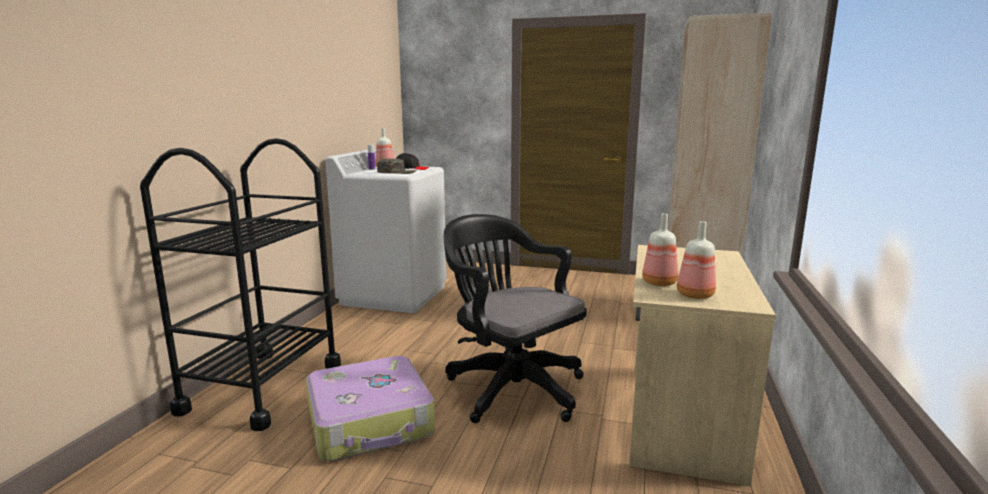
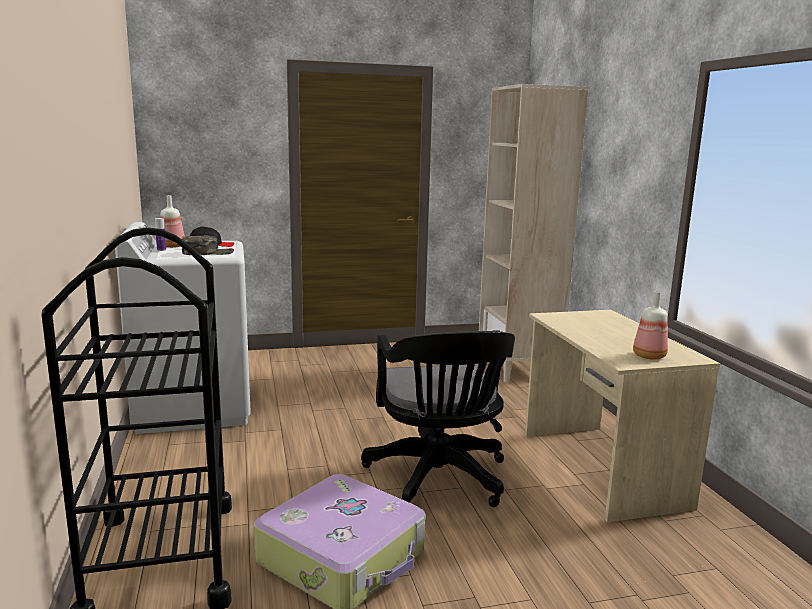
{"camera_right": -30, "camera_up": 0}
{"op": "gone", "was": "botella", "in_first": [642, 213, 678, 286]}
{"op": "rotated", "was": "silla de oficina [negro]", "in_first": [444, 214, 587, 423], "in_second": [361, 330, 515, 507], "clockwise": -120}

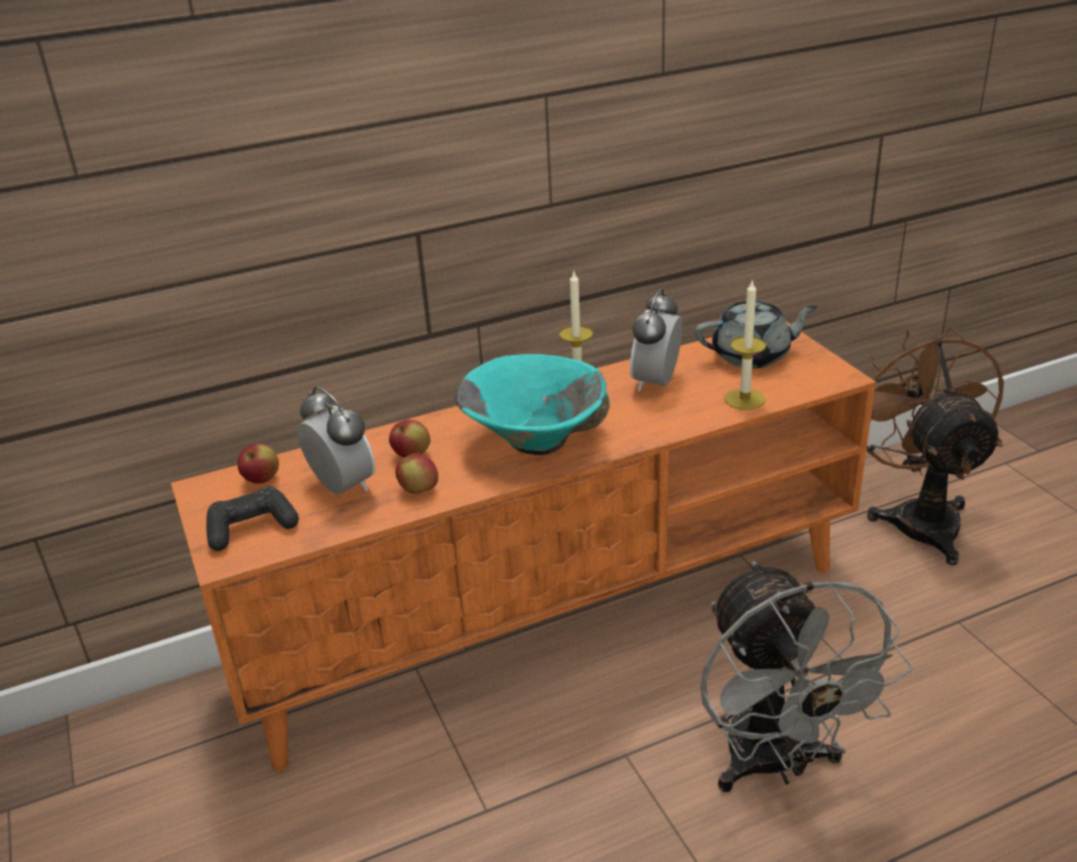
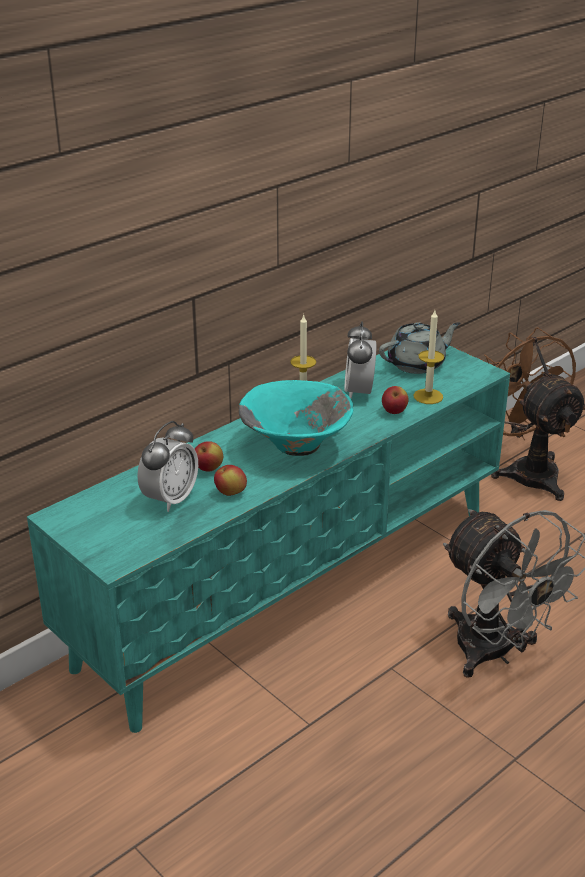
{"camera_right": -20, "camera_up": 0}
{"op": "repainted", "was": "mueble de televisión [naranja]", "now": "mueble de televisión [turquesa]", "in_first": [171, 321, 876, 772], "in_second": [27, 345, 510, 733]}
{"op": "rotated", "was": "despertador", "in_first": [297, 387, 375, 494], "in_second": [137, 421, 198, 512], "clockwise": 90}
{"op": "shifted", "was": "manzana", "in_first": [237, 444, 279, 484], "in_second": [382, 386, 409, 414]}
{"op": "gone", "was": "mando de consola [negro]", "in_first": [206, 486, 299, 551]}

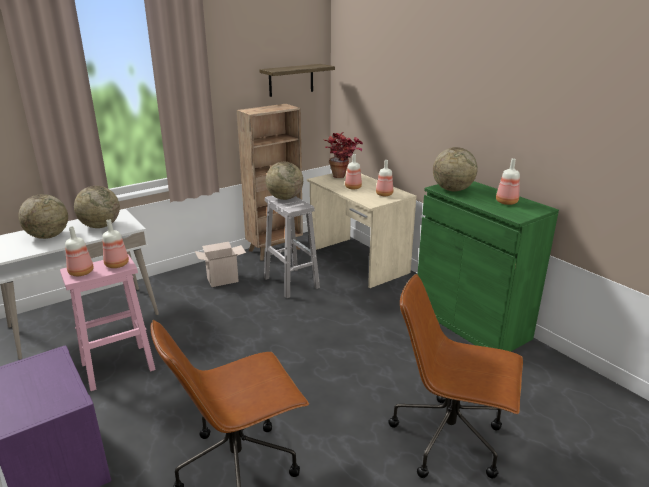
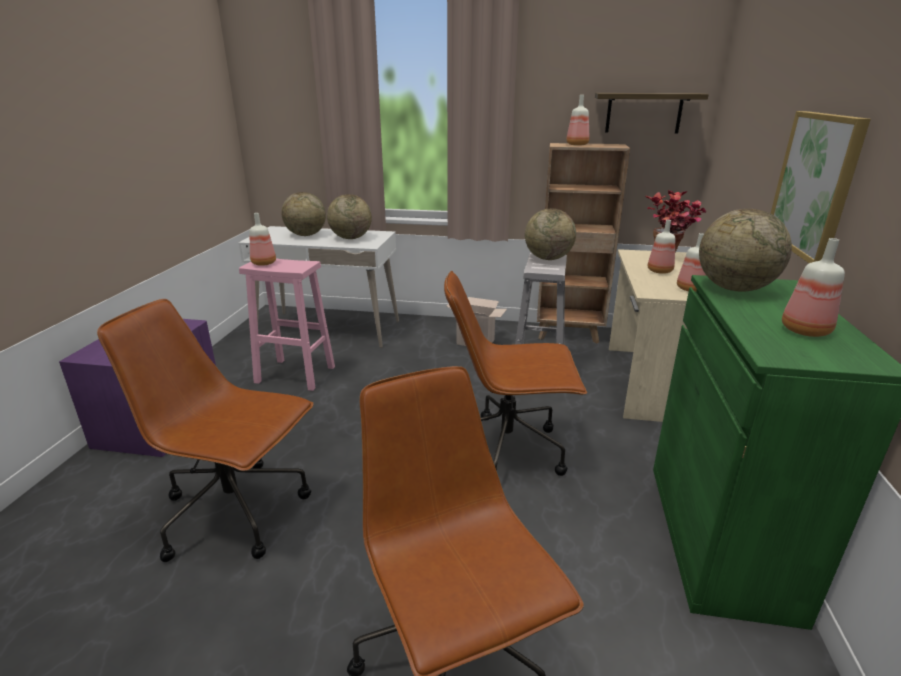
{"camera_right": 45, "camera_up": 0}
{"op": "shifted", "was": "botella", "in_first": [102, 220, 129, 268], "in_second": [566, 95, 589, 146]}
{"op": "new", "now": "cuadro", "in_second": [770, 111, 871, 263]}
{"op": "new", "now": "silla de oficina [marrón]", "in_second": [444, 271, 587, 476]}

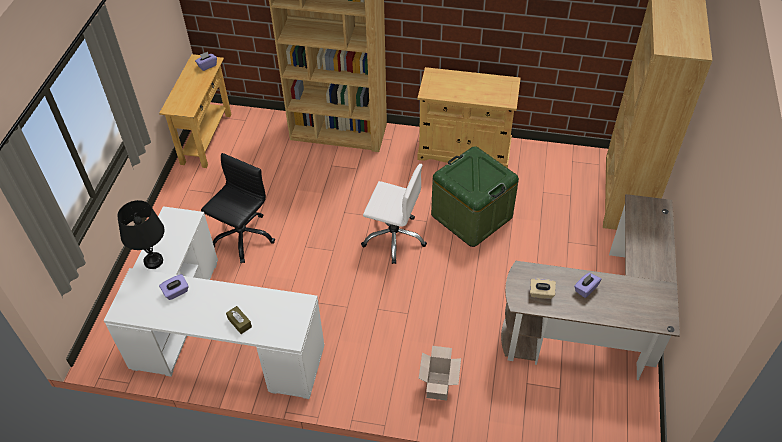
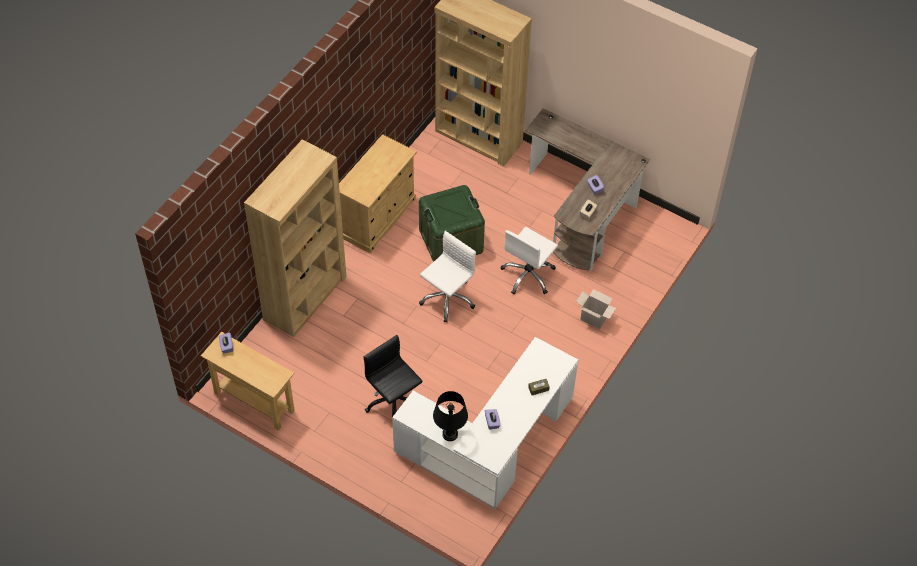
{"camera_right": -70, "camera_up": 5}
{"op": "new", "now": "silla de oficina [blanco]", "in_second": [501, 227, 558, 294]}

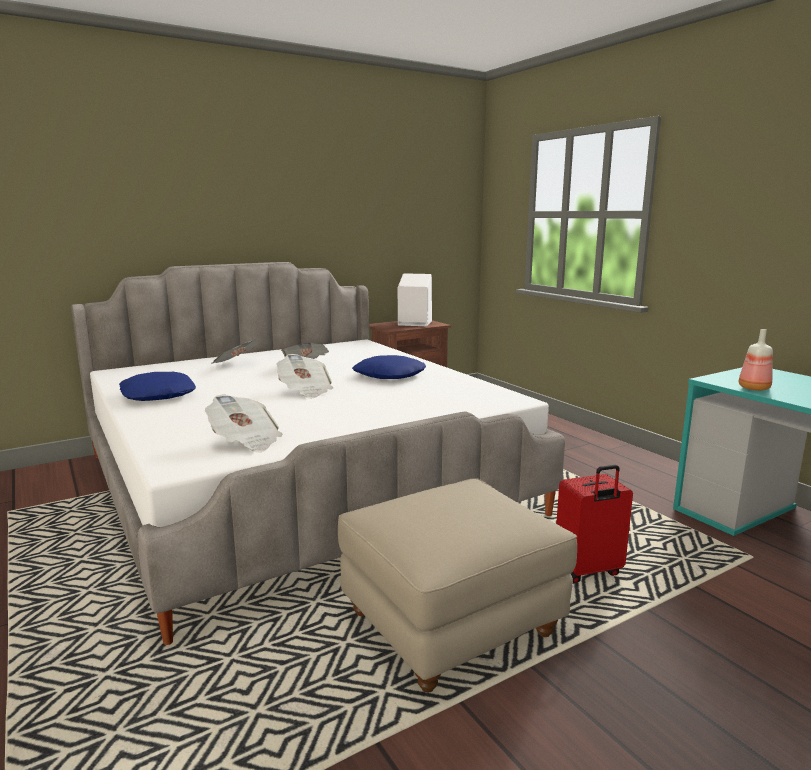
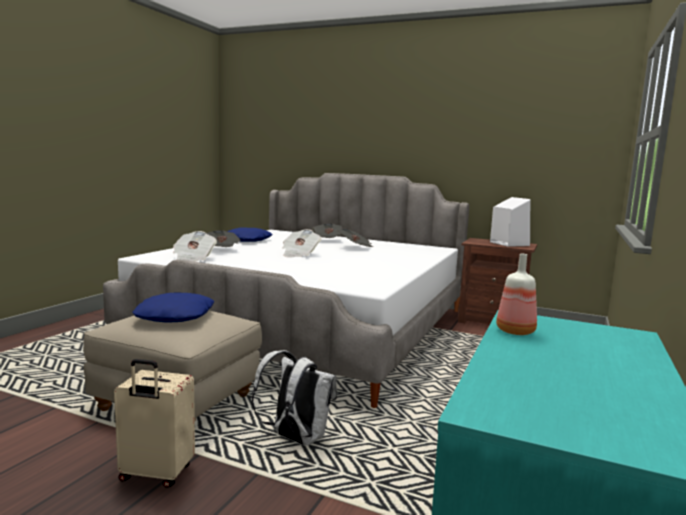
{"camera_right": 55, "camera_up": -5}
{"op": "shifted", "was": "cojín [azul]", "in_first": [352, 355, 426, 379], "in_second": [132, 293, 214, 323]}
{"op": "swapped", "was": "maleta [rojo]", "now": "mochila [blanco]", "in_first": [556, 465, 633, 583], "in_second": [252, 350, 337, 446]}
{"op": "new", "now": "periódico", "in_second": [206, 230, 241, 247]}
{"op": "new", "now": "maleta [beis]", "in_second": [114, 359, 195, 488]}

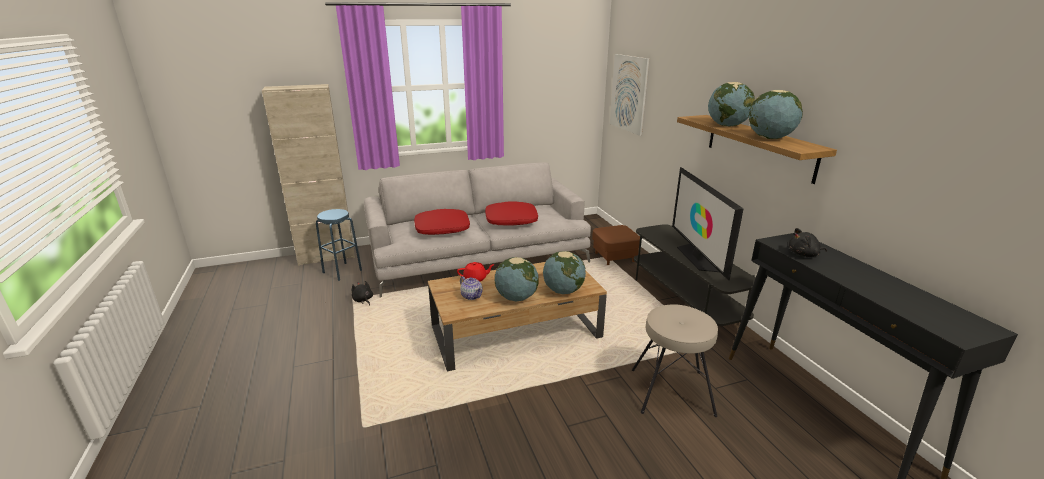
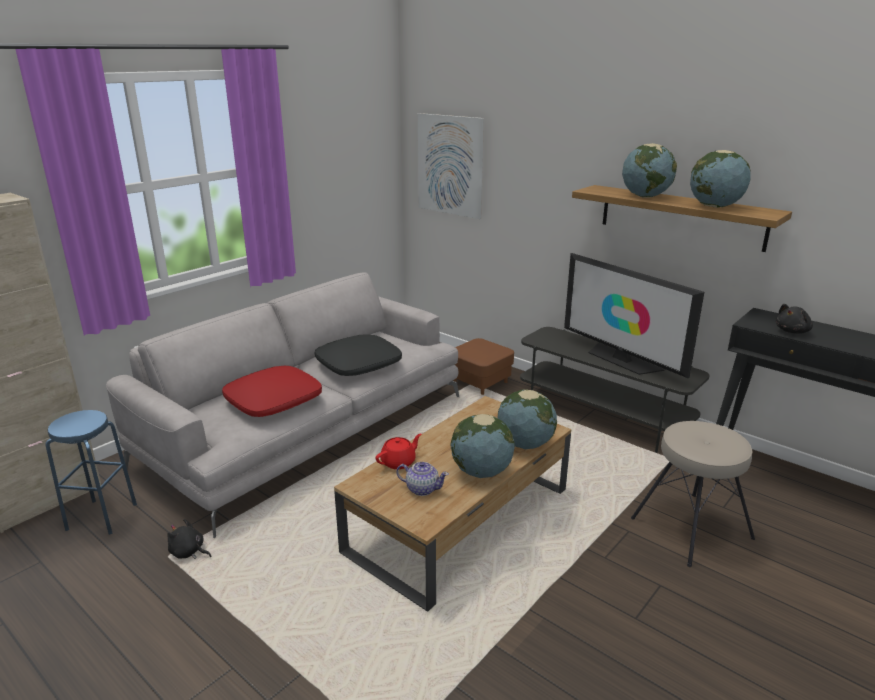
{"camera_right": -30, "camera_up": 0}
{"op": "repainted", "was": "cojín [rojo]", "now": "cojín [negro]", "in_first": [485, 201, 538, 226], "in_second": [315, 334, 402, 376]}

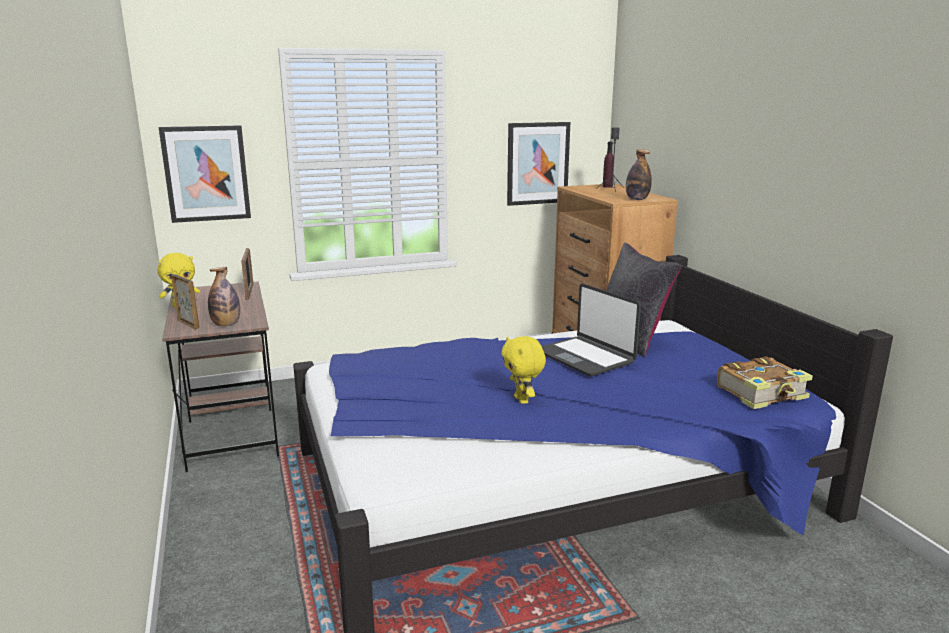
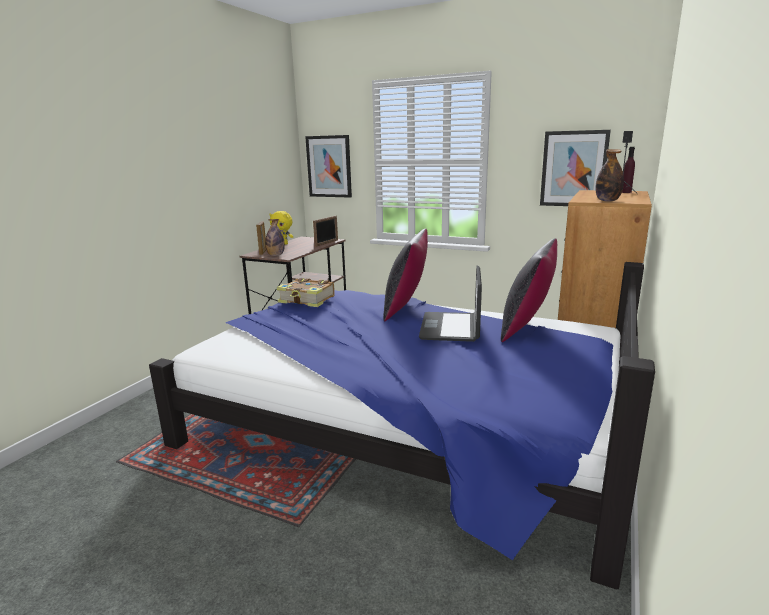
{"camera_right": 45, "camera_up": 0}
{"op": "gone", "was": "peluche [amarillo]", "in_first": [501, 336, 546, 404]}
{"op": "shifted", "was": "libro", "in_first": [717, 357, 813, 409], "in_second": [276, 278, 335, 307]}
{"op": "new", "now": "cojín [negro]", "in_second": [383, 228, 428, 321]}

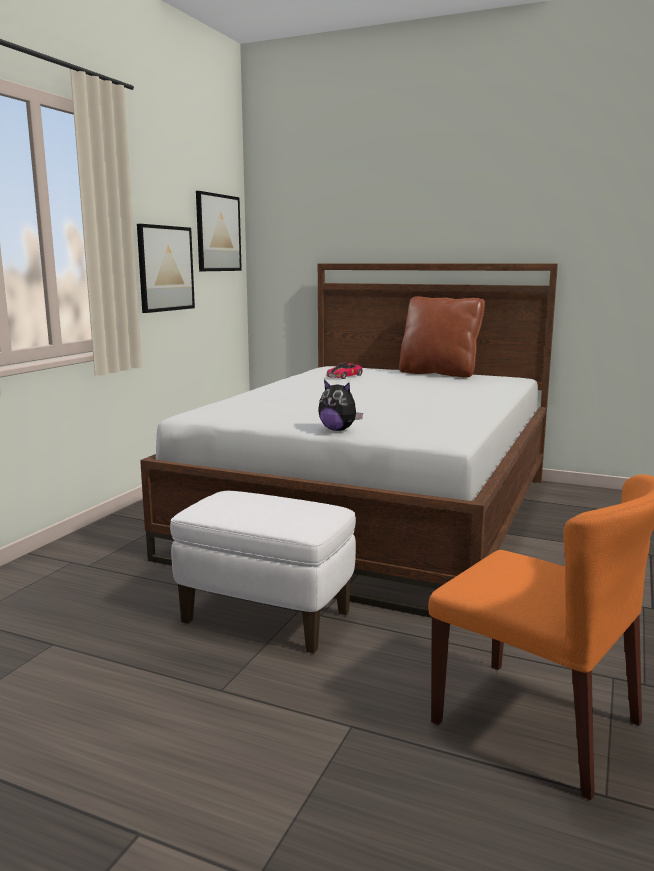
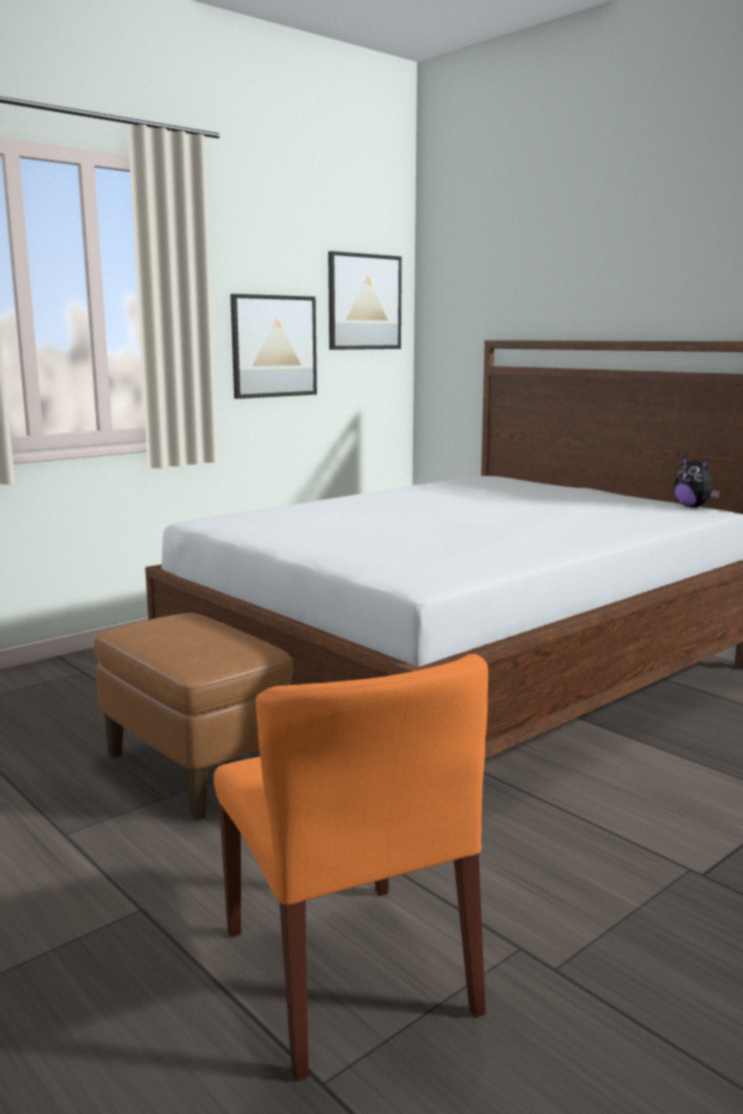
{"camera_right": 25, "camera_up": 0}
{"op": "gone", "was": "cojín [marrón]", "in_first": [399, 296, 485, 378]}
{"op": "gone", "was": "coche de juguete", "in_first": [327, 363, 363, 379]}
{"op": "shifted", "was": "peluche", "in_first": [318, 380, 363, 431], "in_second": [674, 456, 720, 507]}
{"op": "repainted", "was": "puf [blanco]", "now": "puf [marrón]", "in_first": [170, 491, 356, 653], "in_second": [94, 613, 293, 821]}

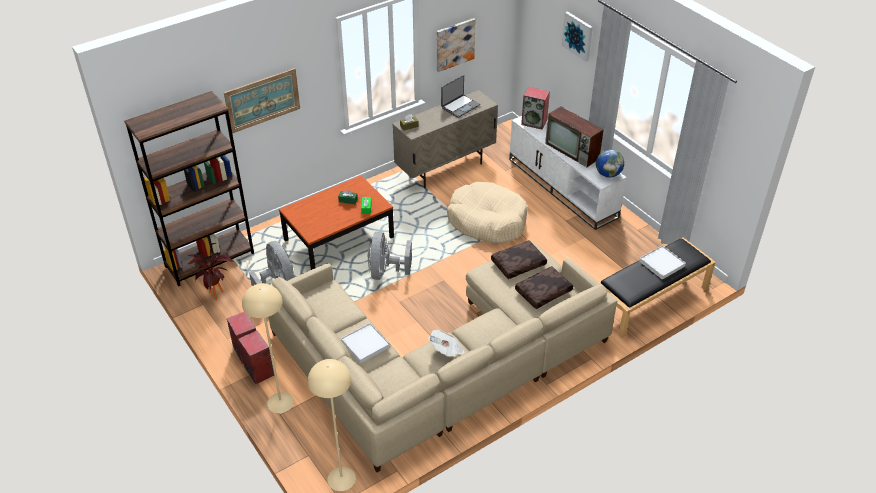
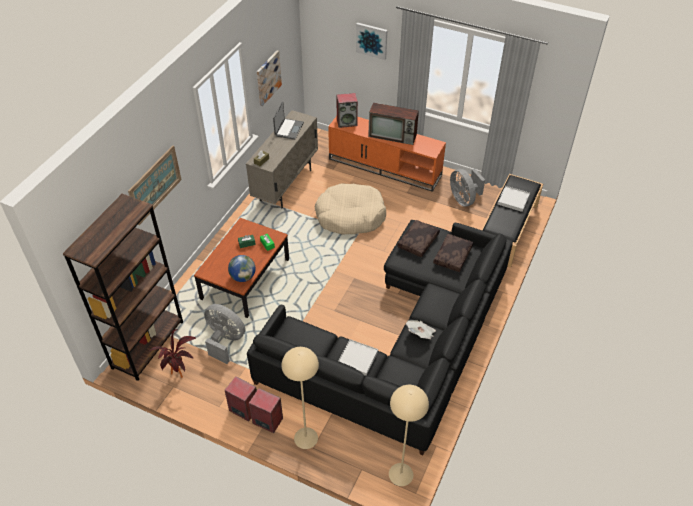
{"camera_right": -30, "camera_up": 5}
{"op": "repainted", "was": "mueble de televisión [blanco]", "now": "mueble de televisión [naranja]", "in_first": [509, 116, 626, 230], "in_second": [328, 116, 446, 192]}
{"op": "shifted", "was": "globo terráqueo", "in_first": [596, 149, 624, 178], "in_second": [228, 255, 256, 282]}
{"op": "shifted", "was": "ventilador [gris]", "in_first": [368, 231, 412, 280], "in_second": [450, 169, 485, 207]}
{"op": "repainted", "was": "sofá [beis]", "now": "sofá [negro]", "in_first": [269, 241, 617, 472], "in_second": [247, 220, 513, 455]}

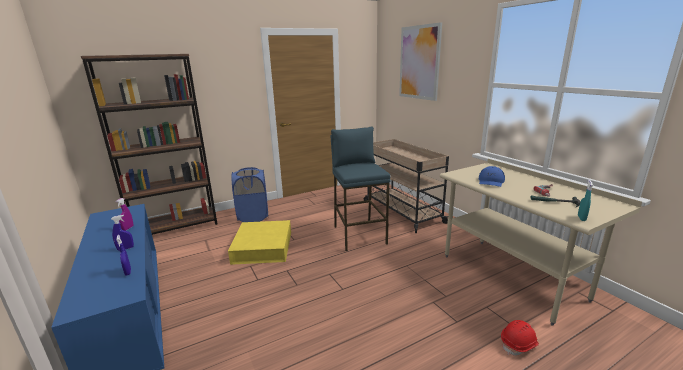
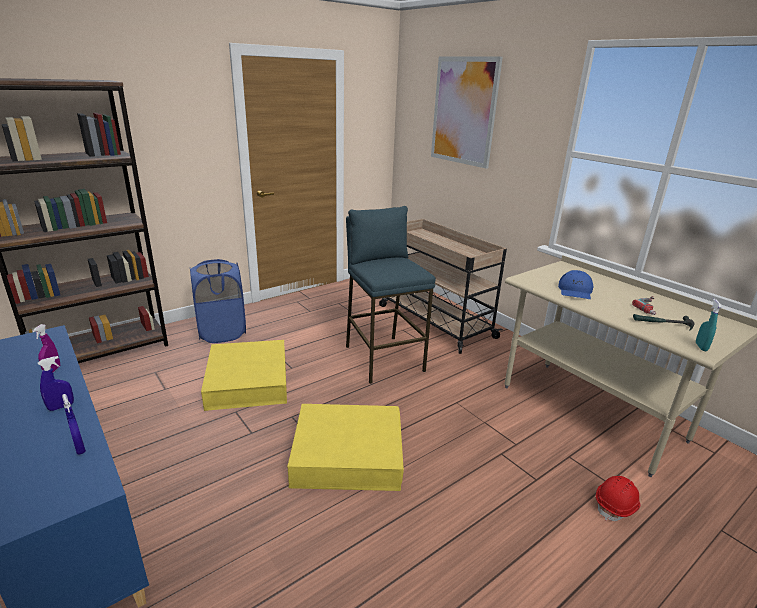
{"camera_right": -10, "camera_up": 5}
{"op": "new", "now": "caja de almacenaje [amarillo]", "in_second": [287, 404, 404, 491]}

